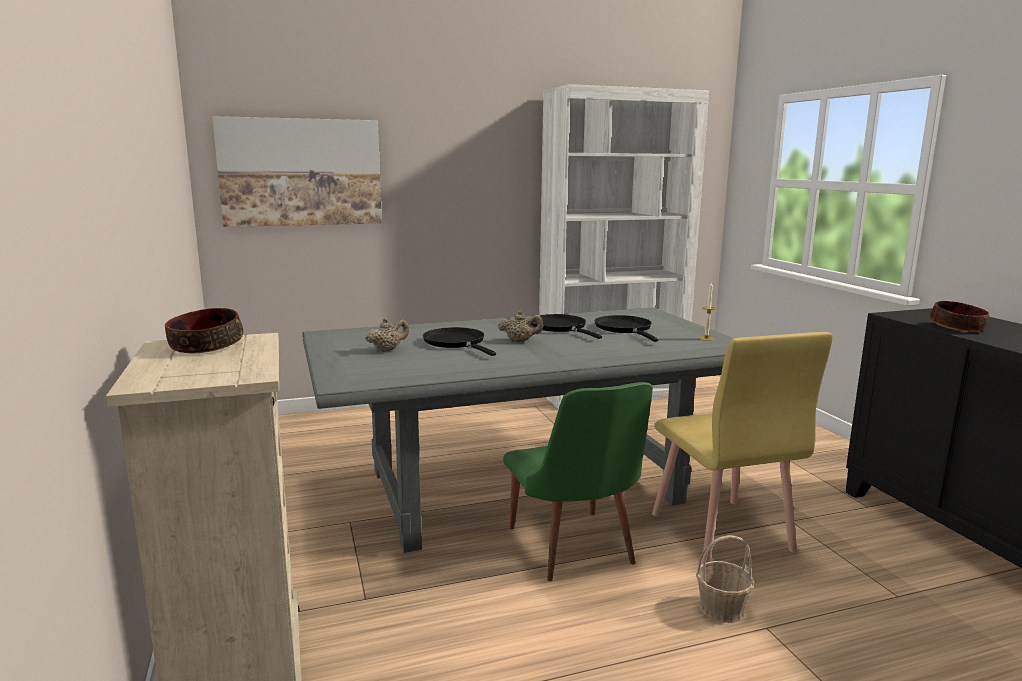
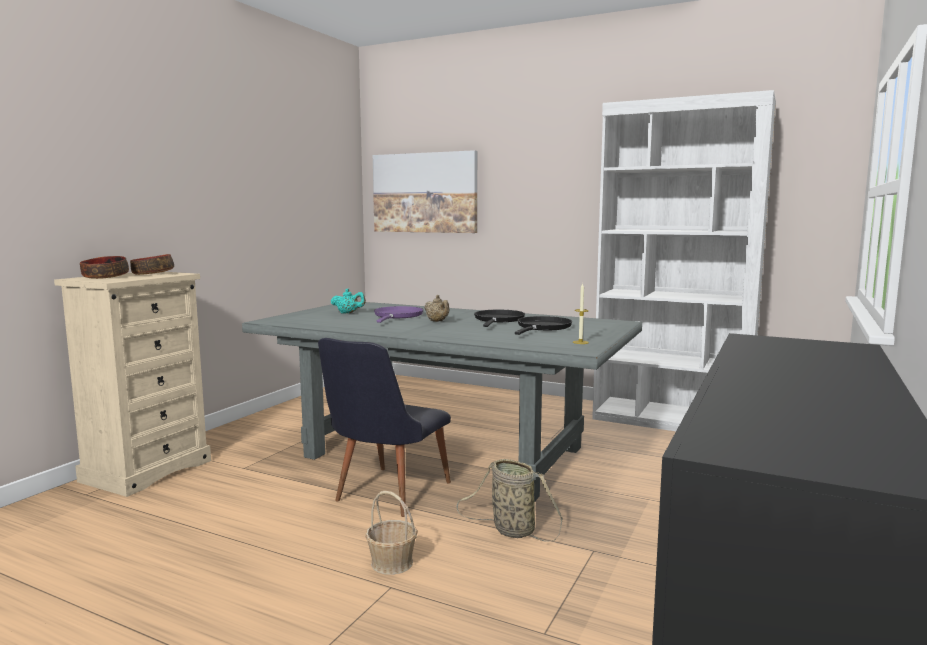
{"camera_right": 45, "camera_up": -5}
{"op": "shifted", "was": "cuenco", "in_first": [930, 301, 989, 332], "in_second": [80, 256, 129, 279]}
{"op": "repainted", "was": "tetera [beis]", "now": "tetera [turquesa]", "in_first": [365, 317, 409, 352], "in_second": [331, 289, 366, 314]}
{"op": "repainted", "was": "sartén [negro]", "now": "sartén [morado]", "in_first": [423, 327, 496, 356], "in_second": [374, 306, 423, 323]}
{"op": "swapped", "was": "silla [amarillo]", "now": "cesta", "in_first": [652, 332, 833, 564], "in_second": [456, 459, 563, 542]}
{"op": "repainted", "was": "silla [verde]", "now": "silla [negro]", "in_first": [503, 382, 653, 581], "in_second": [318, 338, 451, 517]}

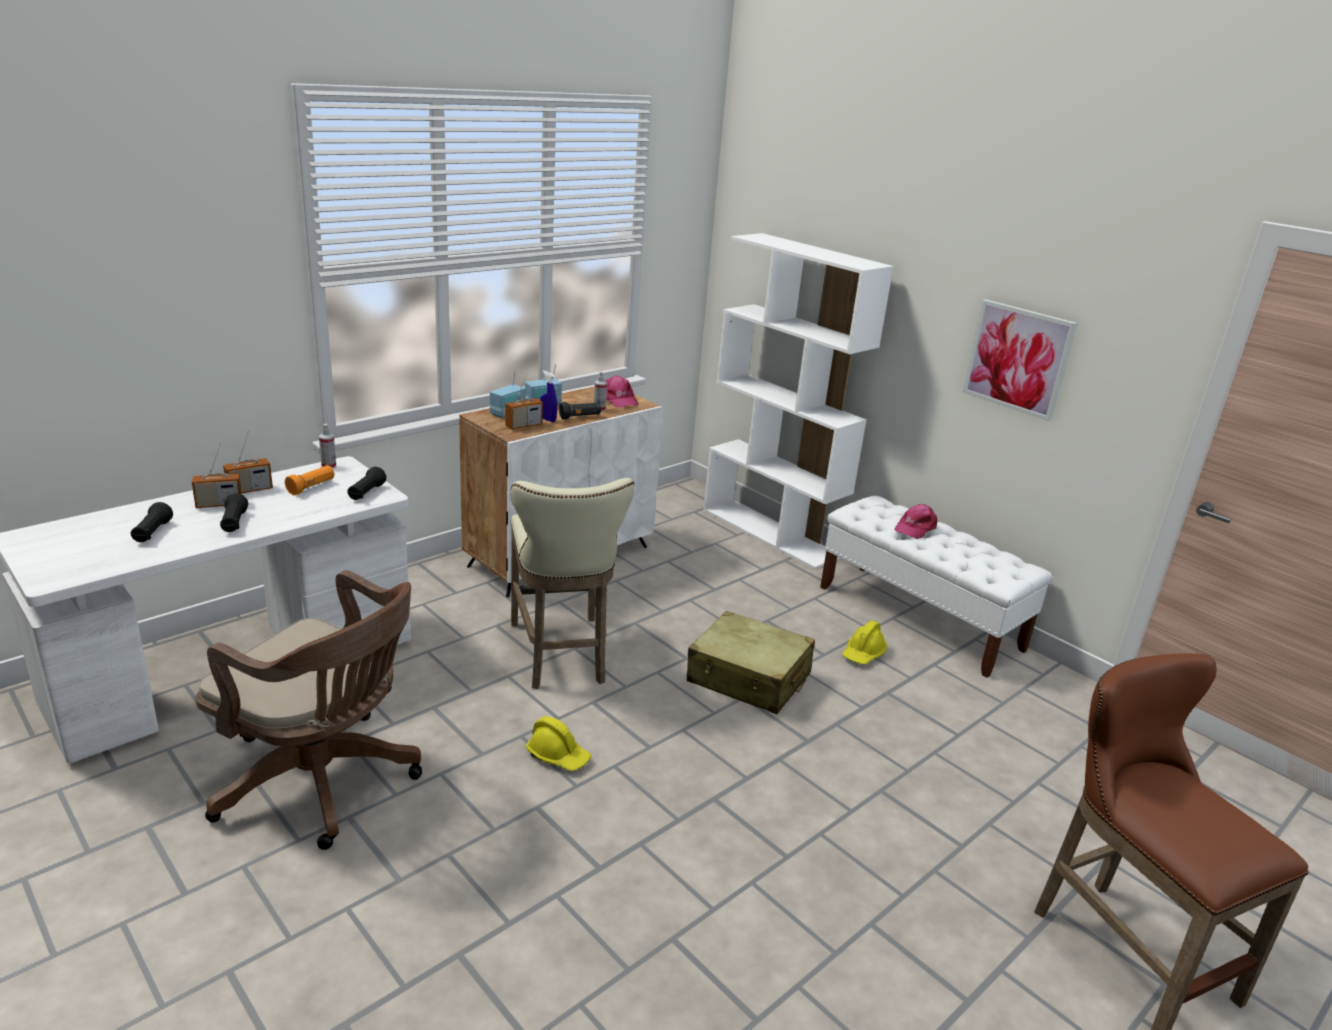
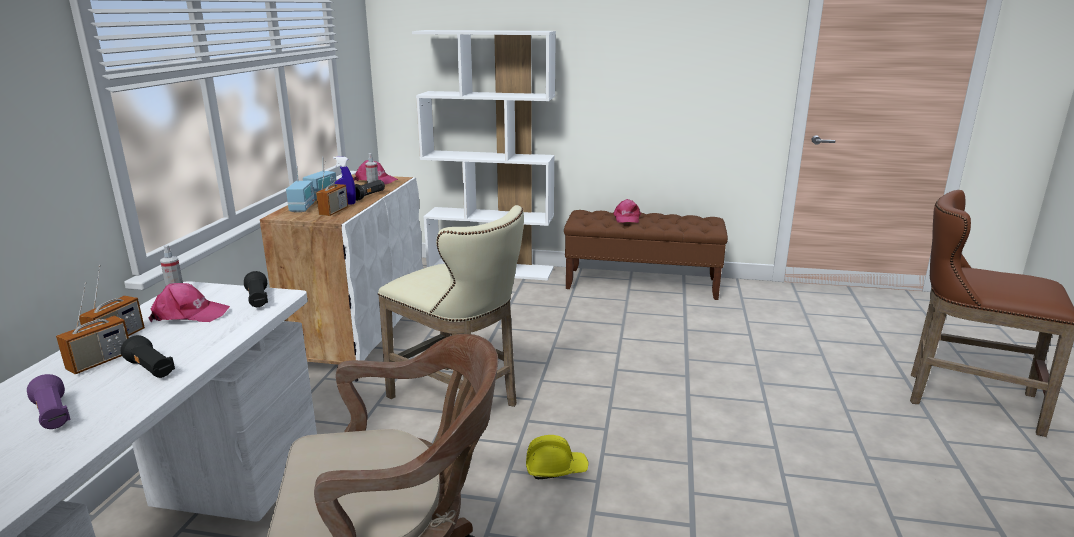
{"camera_right": -35, "camera_up": -5}
{"op": "gone", "was": "cuadro", "in_first": [963, 299, 1077, 421]}
{"op": "swapped", "was": "linterna [naranja]", "now": "gorra [rosa]", "in_first": [285, 465, 335, 495], "in_second": [149, 283, 230, 322]}
{"op": "repainted", "was": "banco [blanco]", "now": "banco [marrón]", "in_first": [820, 496, 1053, 678], "in_second": [564, 210, 728, 300]}
{"op": "repainted", "was": "linterna [negro]", "now": "linterna [morado]", "in_first": [131, 502, 173, 542], "in_second": [27, 374, 71, 429]}
{"op": "gone", "was": "maleta [beis]", "in_first": [687, 611, 815, 714]}
{"op": "gone", "was": "casco [amarillo]", "in_first": [842, 620, 887, 664]}

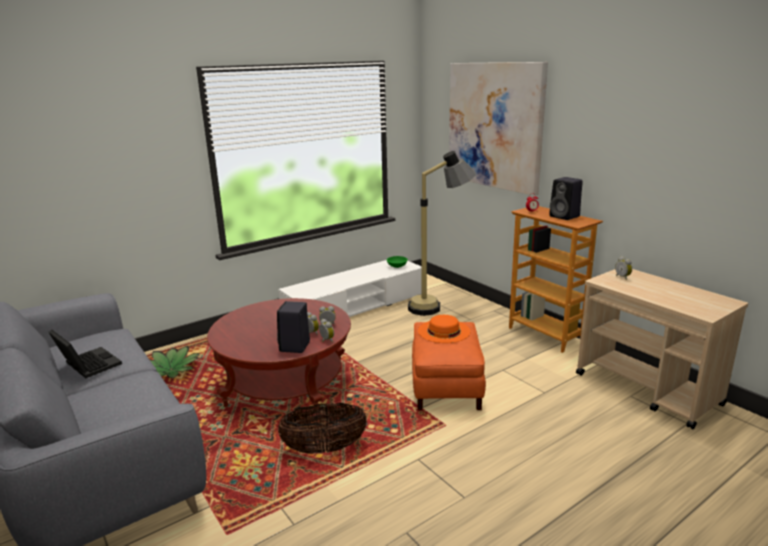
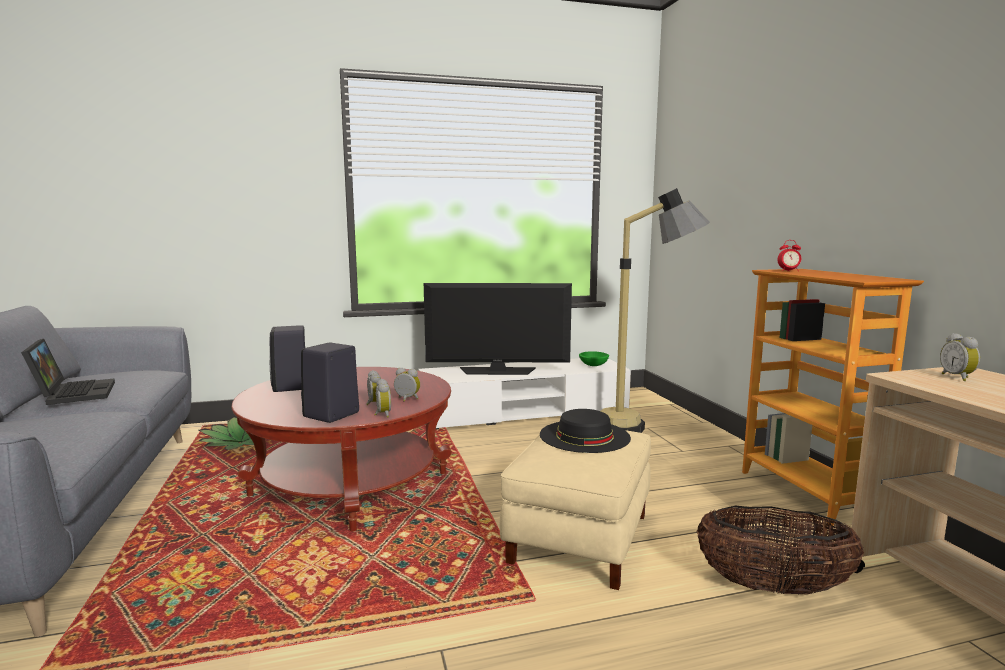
{"camera_right": 20, "camera_up": -10}
{"op": "gone", "was": "cuadro", "in_first": [449, 62, 548, 196]}
{"op": "shifted", "was": "altavoz [negro]", "in_first": [549, 177, 583, 220], "in_second": [270, 325, 305, 392]}
{"op": "repainted", "was": "sombrero [naranja]", "now": "sombrero [negro]", "in_first": [418, 315, 470, 343], "in_second": [540, 409, 631, 453]}
{"op": "repainted", "was": "puf [naranja]", "now": "puf [beis]", "in_first": [412, 322, 486, 410], "in_second": [500, 422, 651, 590]}
{"op": "shifted", "was": "cesta", "in_first": [278, 403, 367, 454], "in_second": [696, 506, 864, 594]}
{"op": "new", "now": "televisor", "in_second": [424, 283, 572, 375]}

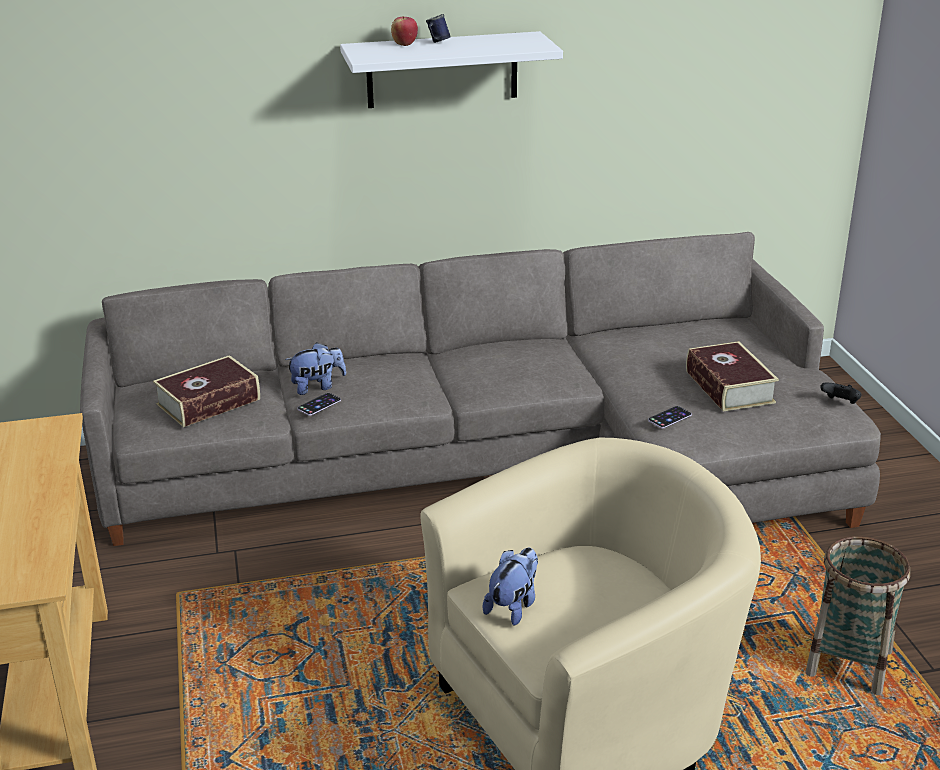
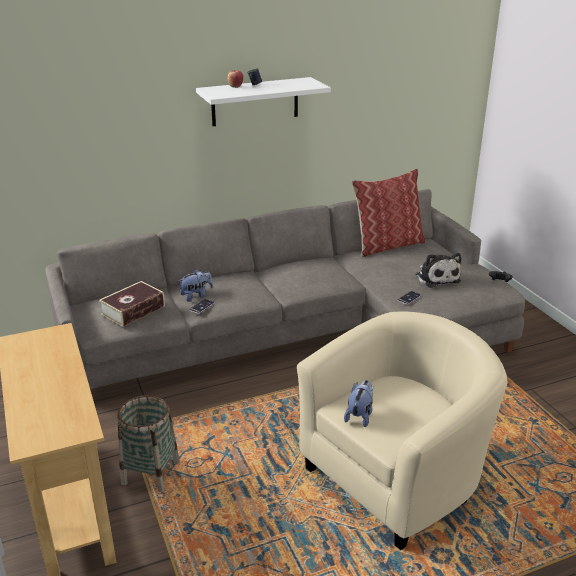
{"camera_right": -10, "camera_up": 0}
{"op": "swapped", "was": "libro", "now": "peluche", "in_first": [686, 341, 779, 412], "in_second": [416, 253, 461, 288]}
{"op": "shifted", "was": "cesta", "in_first": [805, 536, 910, 695], "in_second": [117, 395, 180, 492]}
{"op": "new", "now": "cojín", "in_second": [351, 169, 425, 258]}

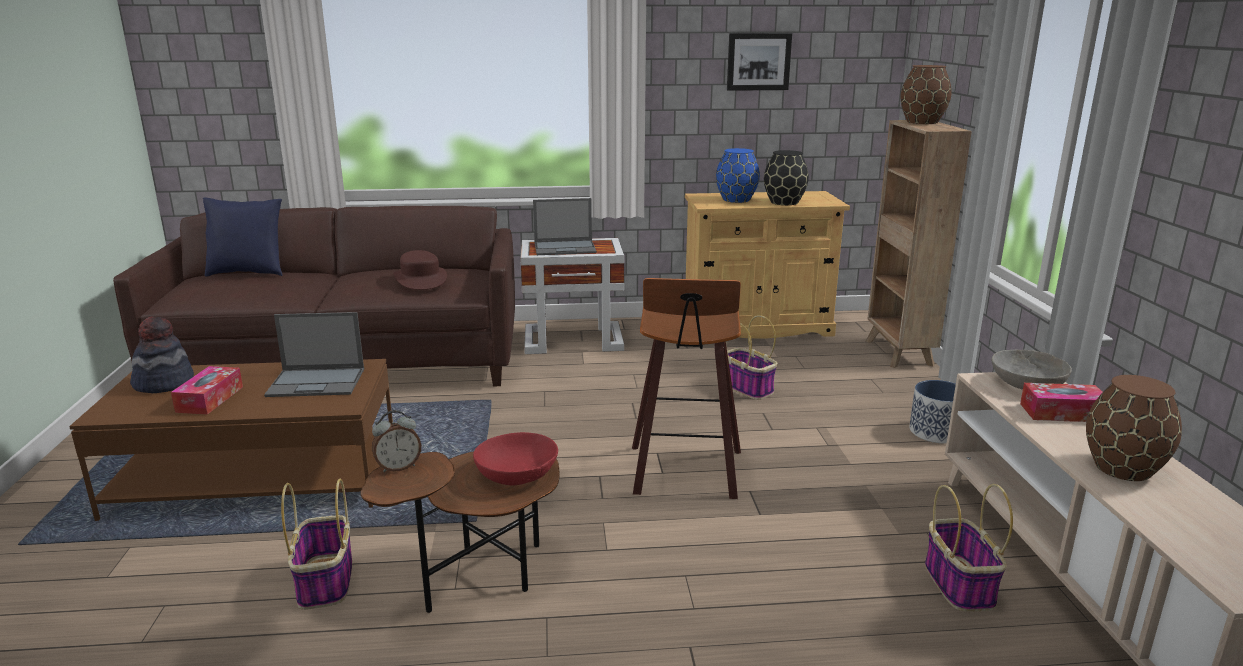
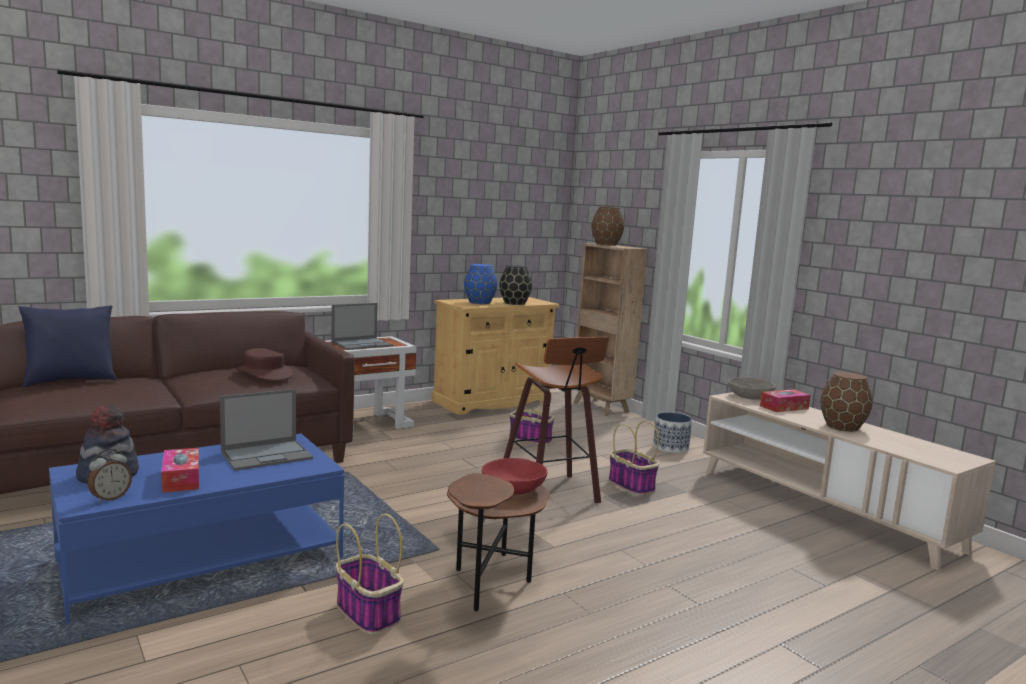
{"camera_right": -30, "camera_up": -10}
{"op": "gone", "was": "cuadro", "in_first": [727, 33, 792, 91]}
{"op": "repainted", "was": "mesa de centro [marrón]", "now": "mesa de centro [azul]", "in_first": [69, 359, 393, 521], "in_second": [49, 434, 344, 625]}
{"op": "shifted", "was": "despertador", "in_first": [372, 410, 421, 473], "in_second": [87, 449, 132, 503]}
{"op": "shifted", "was": "cesta", "in_first": [925, 484, 1013, 612], "in_second": [609, 421, 659, 495]}

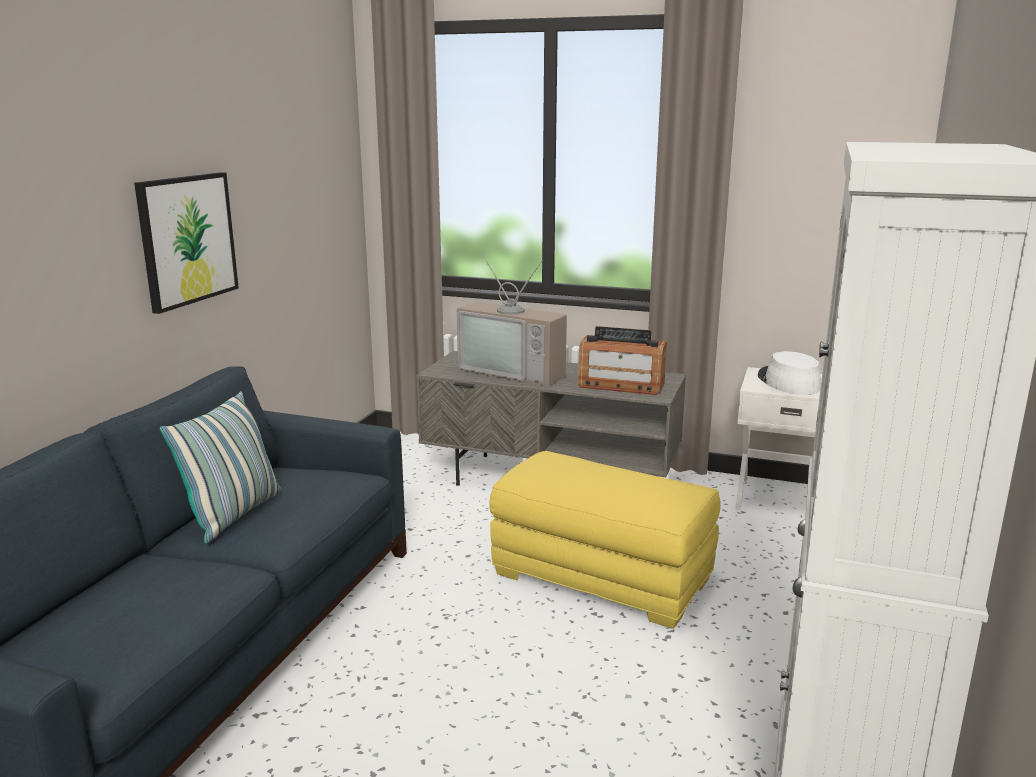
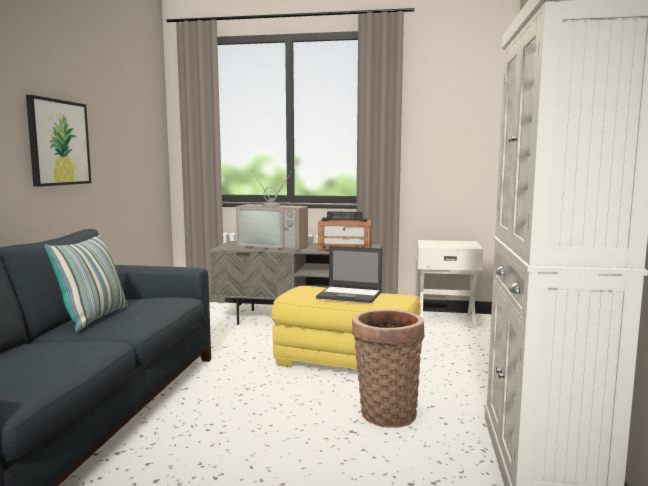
{"camera_right": -10, "camera_up": -10}
{"op": "gone", "was": "sombrero [blanco]", "in_first": [758, 351, 821, 395]}
{"op": "new", "now": "portátil", "in_second": [316, 246, 382, 303]}
{"op": "new", "now": "cesta", "in_second": [352, 309, 425, 428]}

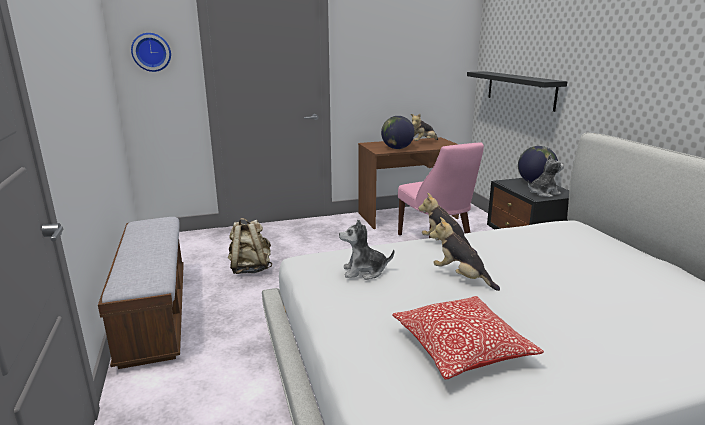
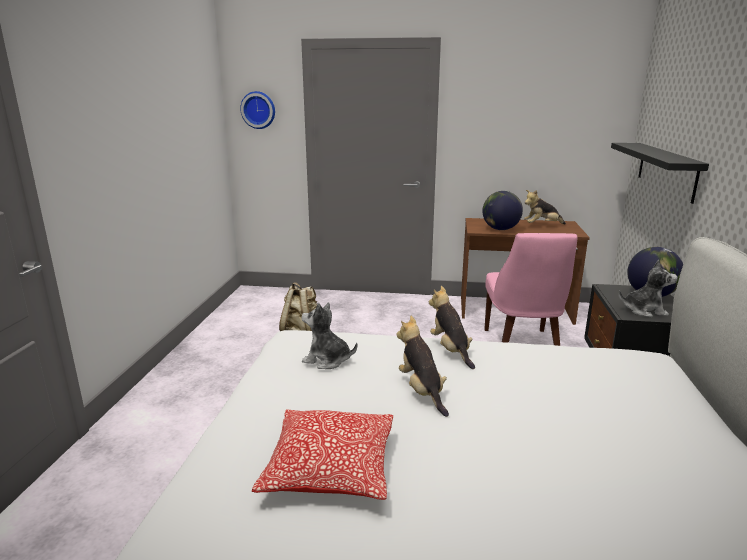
{"camera_right": 25, "camera_up": 0}
{"op": "gone", "was": "banco", "in_first": [98, 217, 184, 369]}

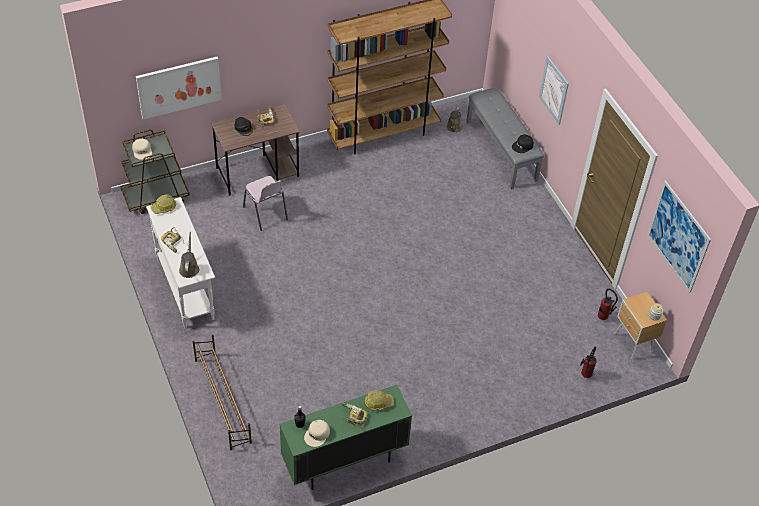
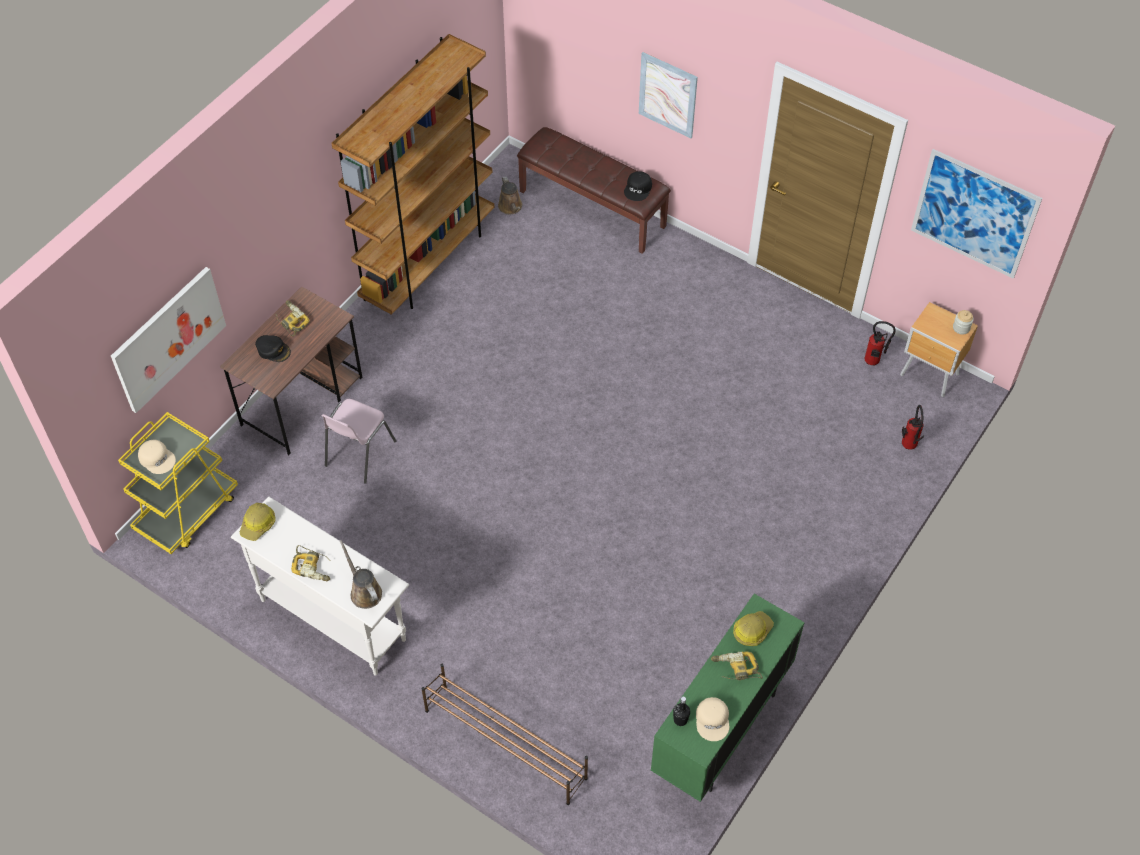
{"camera_right": -30, "camera_up": 5}
{"op": "repainted", "was": "banco [gris]", "now": "banco [marrón]", "in_first": [466, 88, 544, 189], "in_second": [517, 127, 671, 254]}
{"op": "repainted", "was": "carrito [marrón]", "now": "carrito [amarillo]", "in_first": [120, 130, 190, 214], "in_second": [118, 412, 238, 554]}
{"op": "rotated", "was": "silla [rosa]", "in_first": [243, 176, 288, 231], "in_second": [322, 399, 396, 484], "clockwise": 90}

